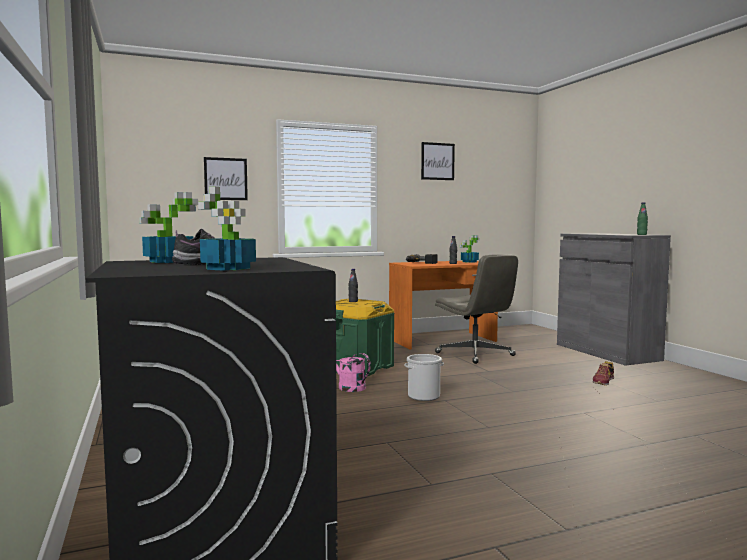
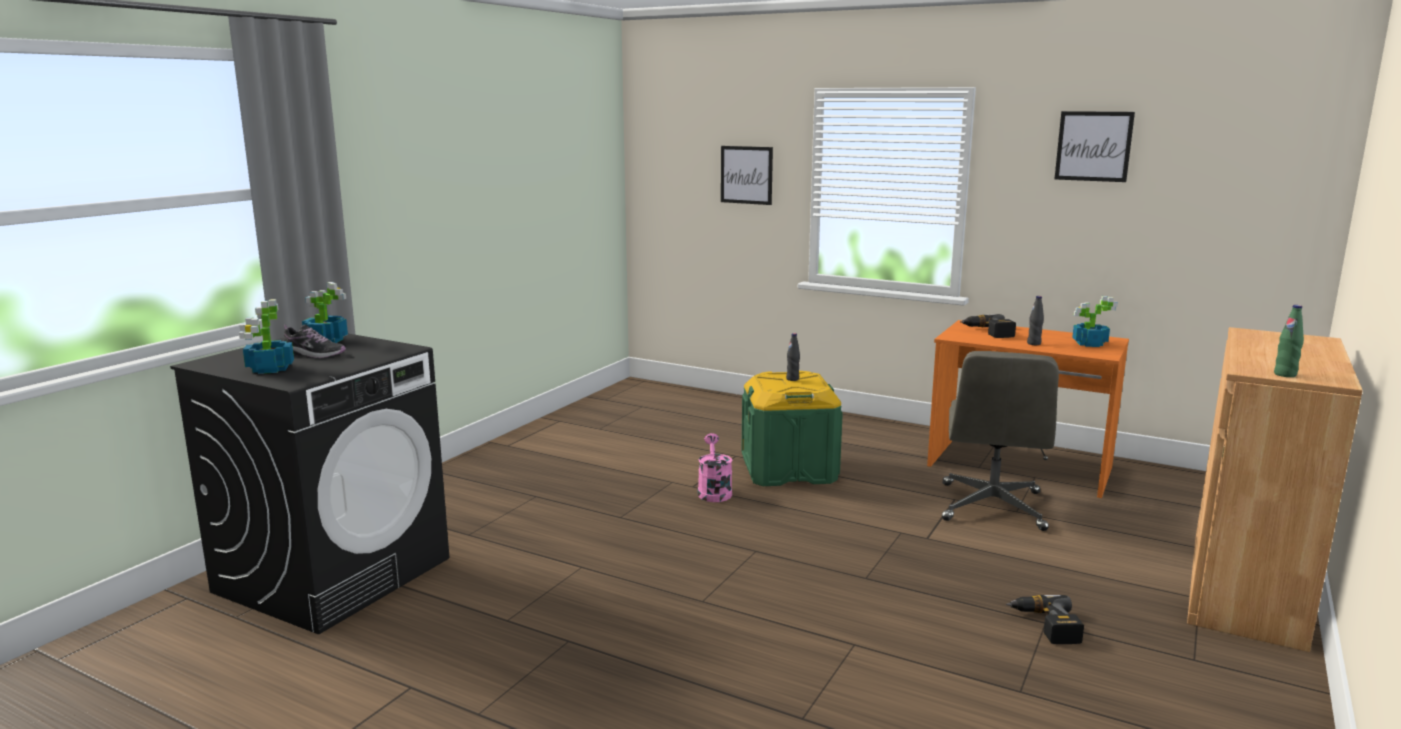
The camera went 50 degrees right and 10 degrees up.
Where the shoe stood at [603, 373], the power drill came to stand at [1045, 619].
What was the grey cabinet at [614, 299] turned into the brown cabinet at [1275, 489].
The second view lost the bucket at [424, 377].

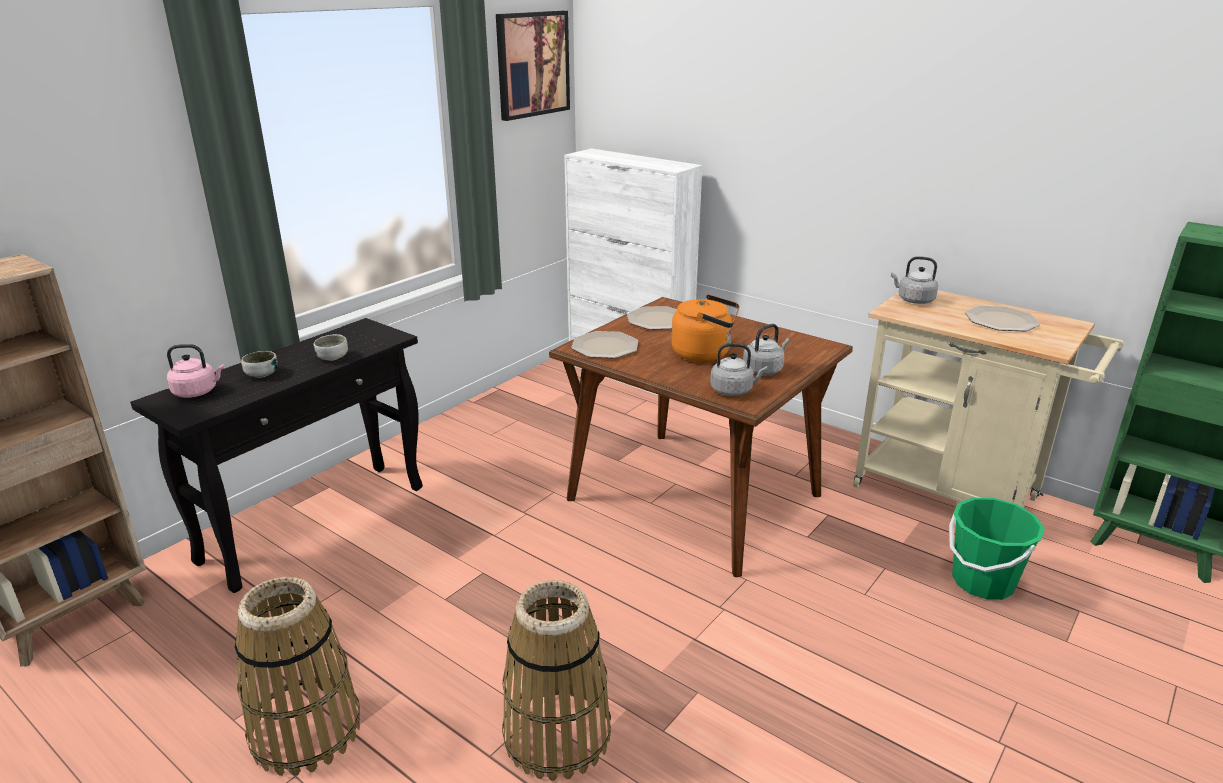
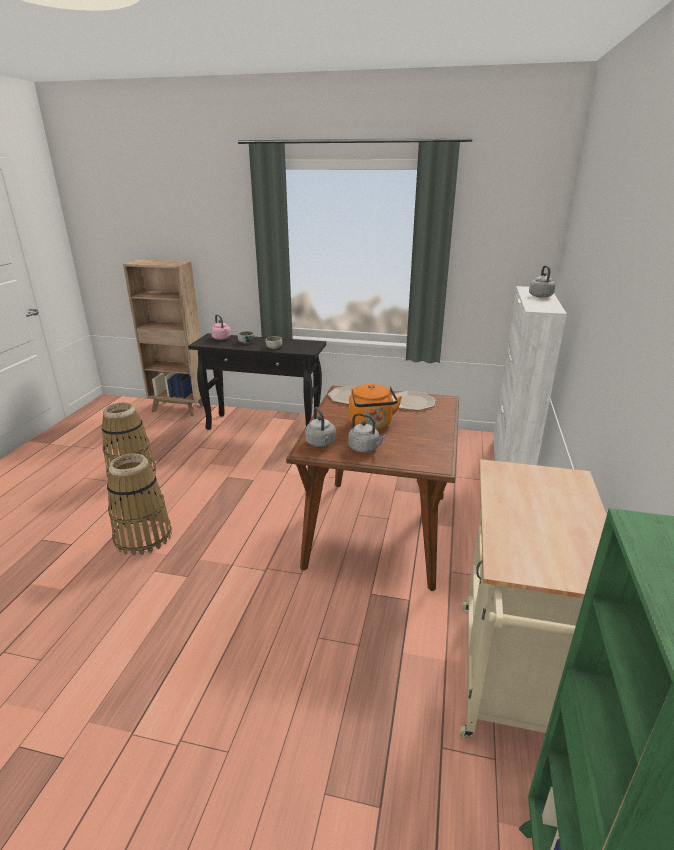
The camera went 65 degrees right and 0 degrees up.
The grey kettle ended up elsewhere, having gone from [914, 280] to [542, 281].
The second view lost the picture at [533, 66].
The second view lost the green bucket at [997, 549].
The second view lost the plate at [1002, 318].

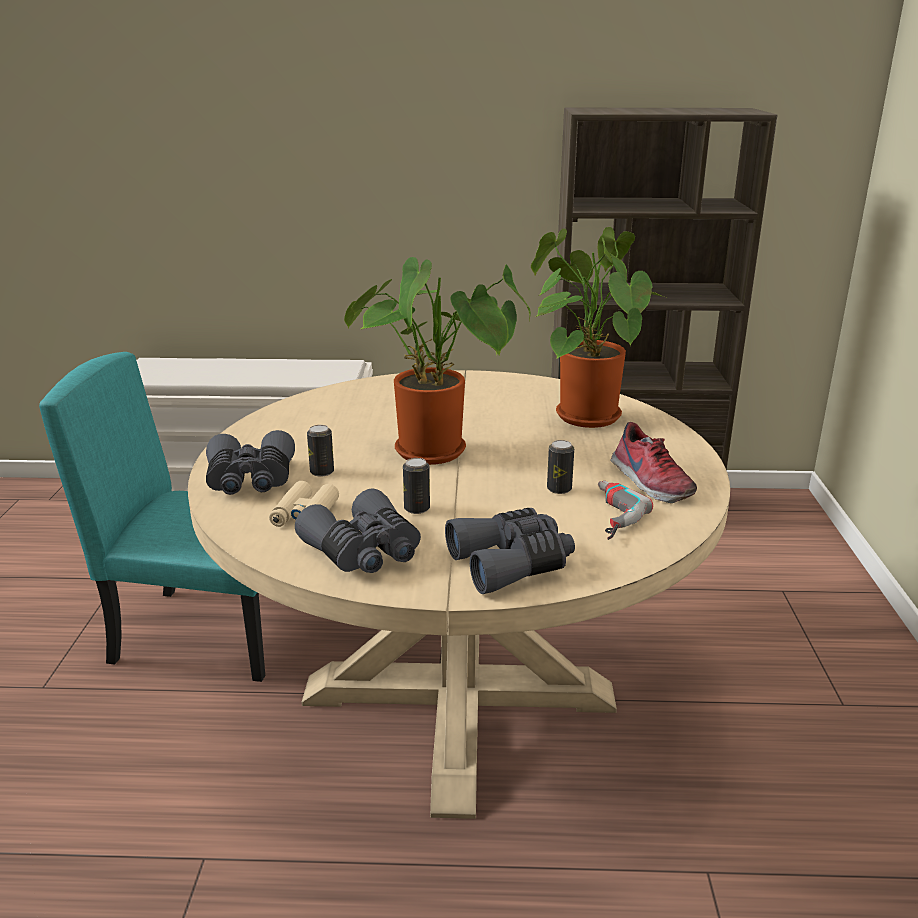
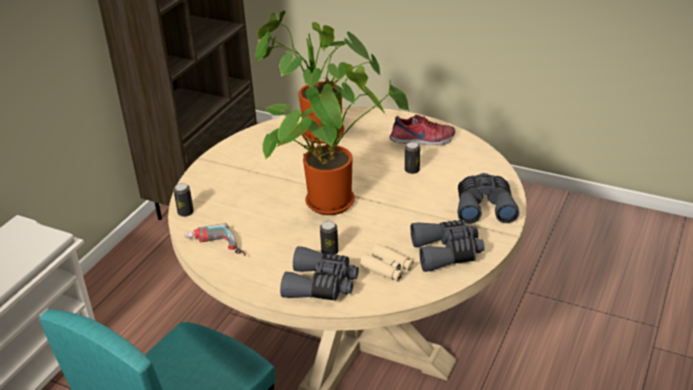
The camera went 65 degrees left and 10 degrees up.
The can ended up elsewhere, having gone from [416, 486] to [183, 200].
The power drill ended up elsewhere, having gone from [625, 510] to [215, 239].

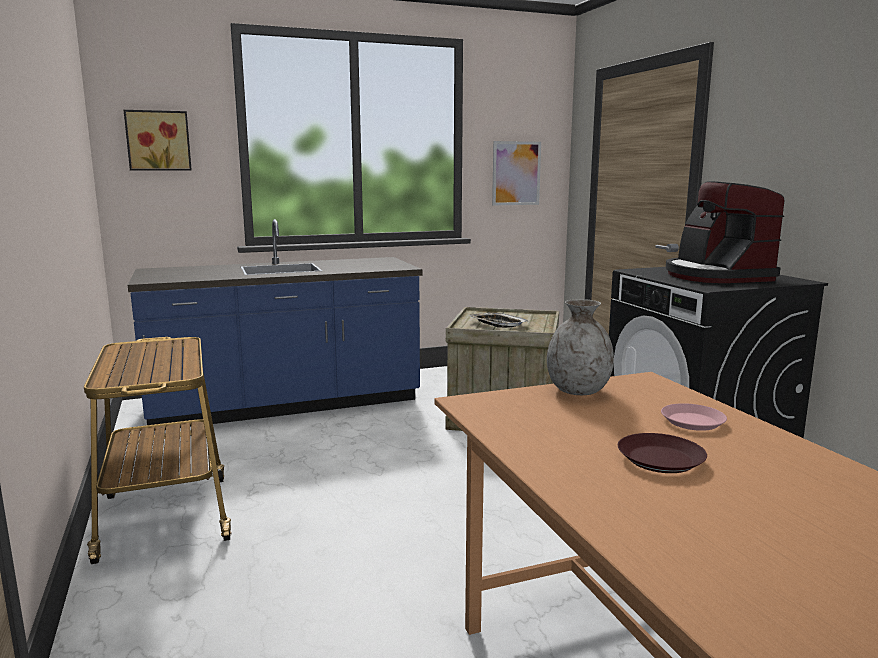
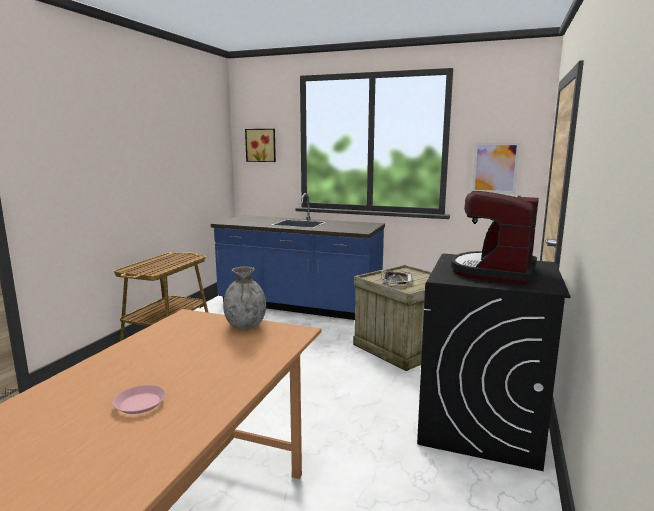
The camera went 40 degrees right and 0 degrees up.
The pink plate ended up elsewhere, having gone from [694, 417] to [139, 399].
The second view lost the brown plate at [662, 453].

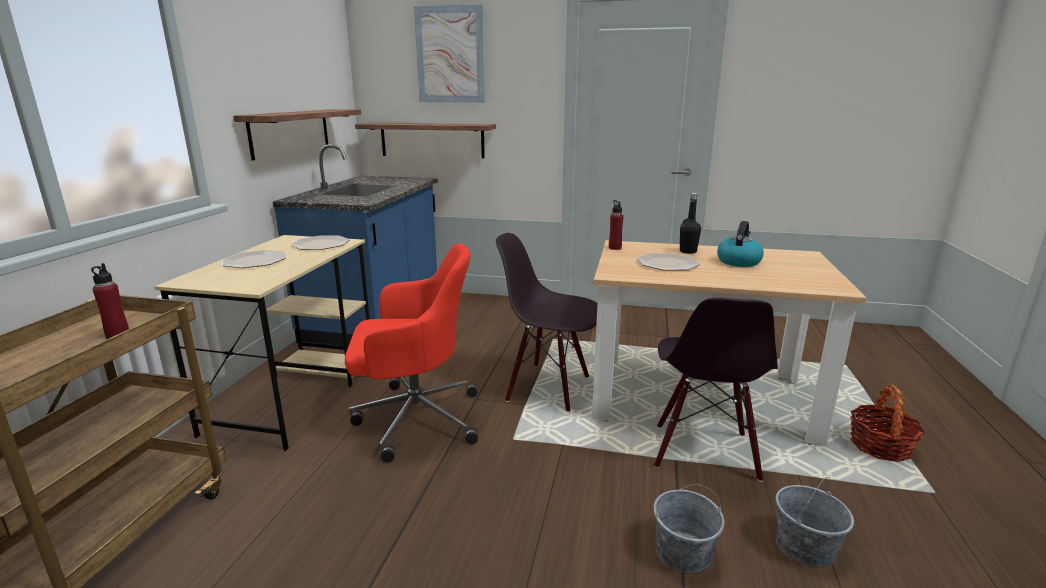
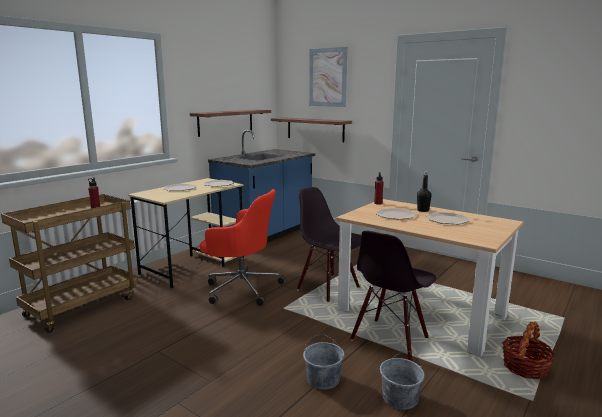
The camera went 25 degrees right and 5 degrees down.
Where the kettle stood at [740, 244], the plate came to stand at [448, 218].

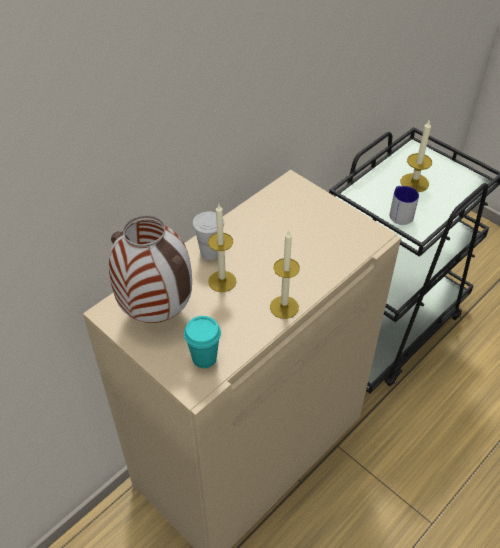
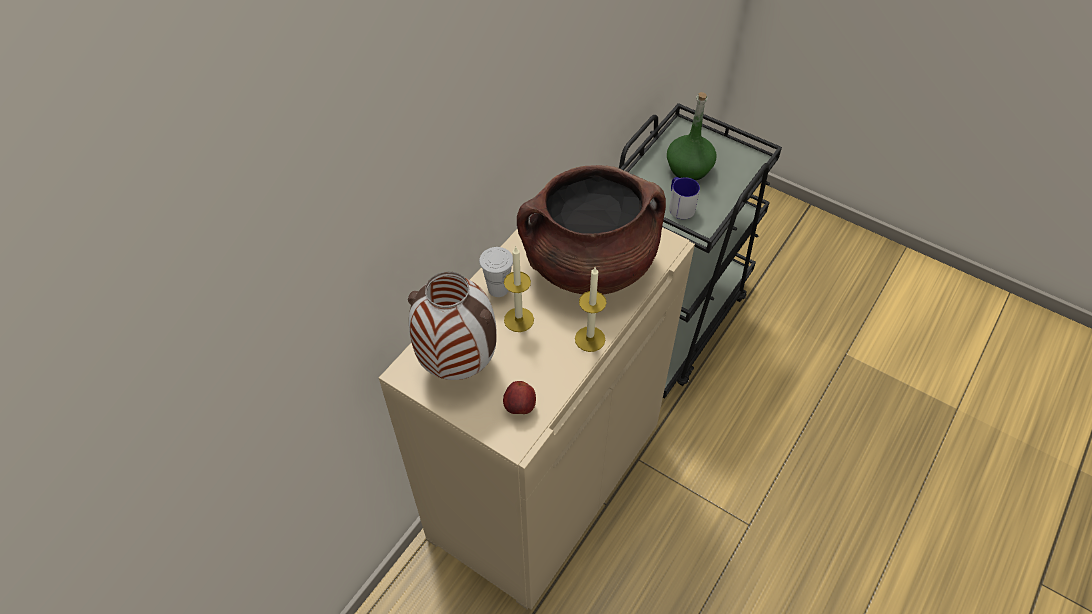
The camera went 10 degrees left and 5 degrees up.
Where the turquoise cup stood at [202, 342], the apple came to stand at [519, 397].
The second view gained the brown cooking pot at [591, 230].
Where the candle stood at [416, 155], the green bottle came to stand at [692, 136].

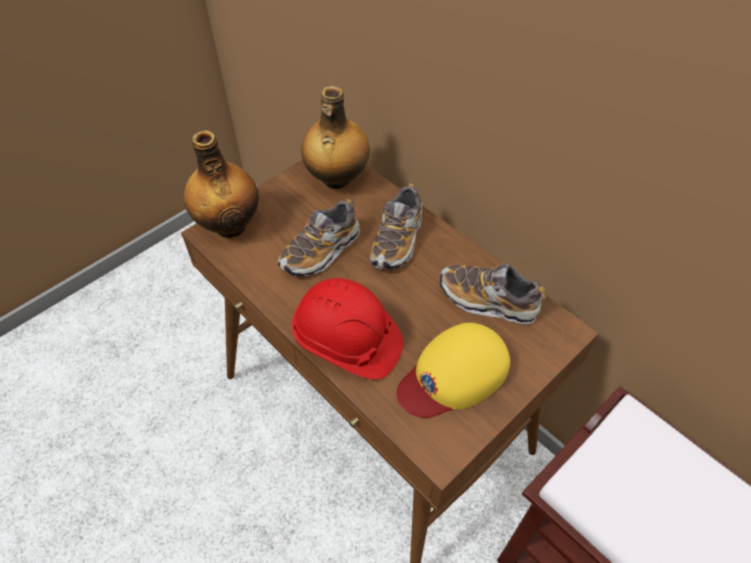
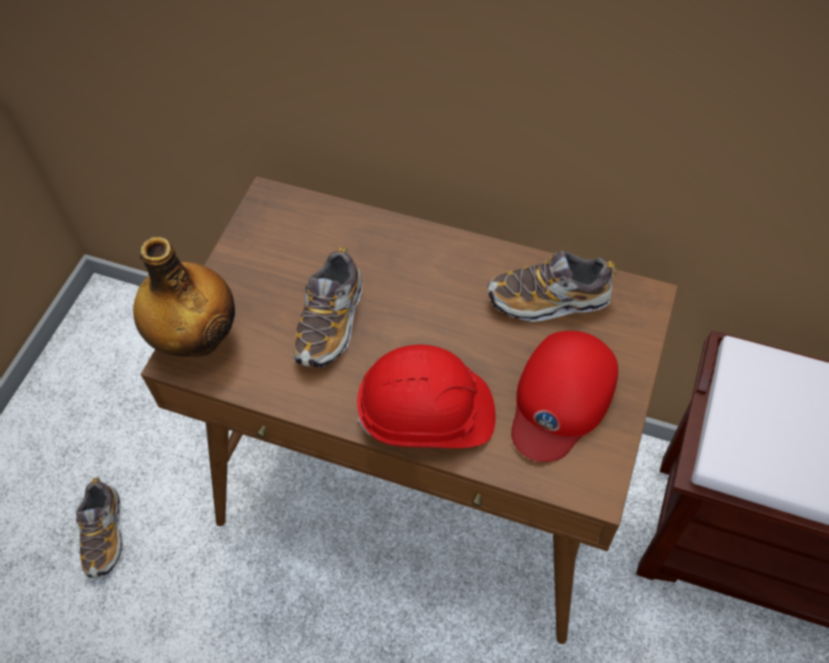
The camera went 25 degrees left and 5 degrees up.
The shoe ended up elsewhere, having gone from [396, 226] to [99, 528].
What was the yellow cap at [453, 370] turned into the red cap at [564, 396].
The second view lost the bottle at [335, 137].

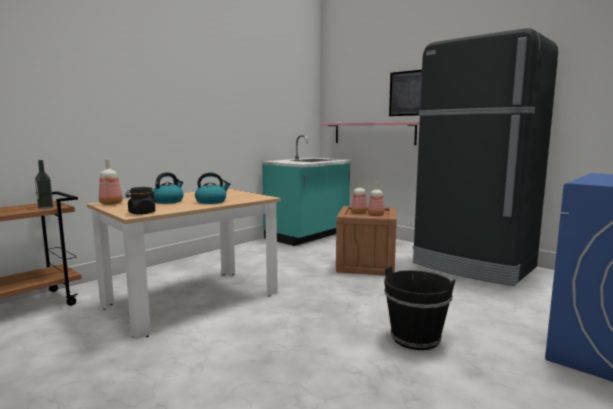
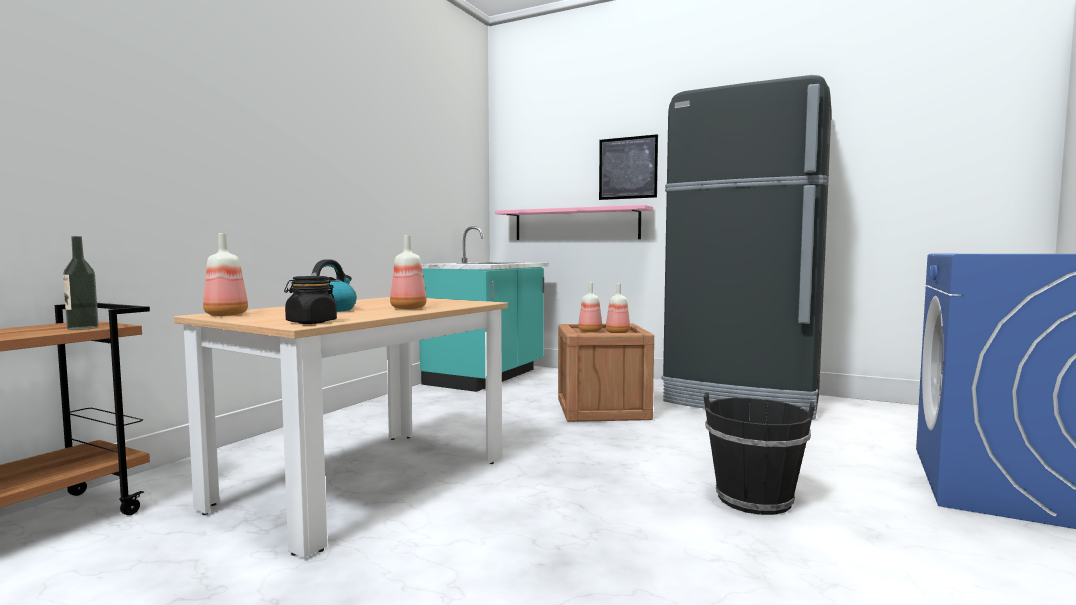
The camera went 15 degrees left and 5 degrees down.
Where the kettle stood at [213, 188], the bottle came to stand at [408, 272].

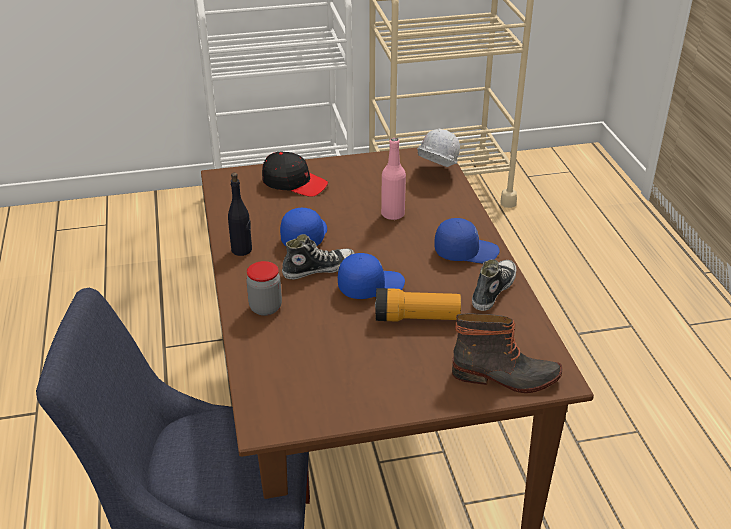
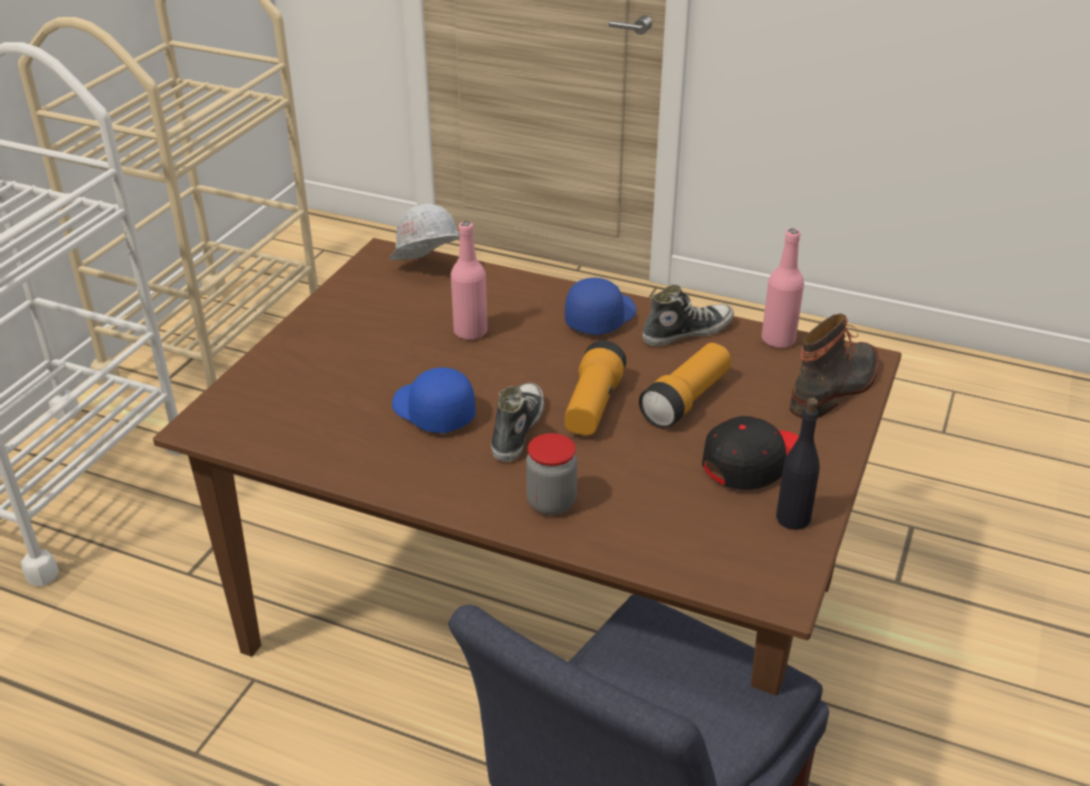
The camera went 55 degrees left and 0 degrees up.
Where the blue cap stood at [371, 276], the flashlight came to stand at [595, 387].
The shoe at [494, 285] ended up facing another way, 90 degrees clockwise from before.
The black cap ended up elsewhere, having gone from [295, 174] to [750, 453].
The second view gained the pink bottle at [782, 288].
The black bottle ended up elsewhere, having gone from [240, 214] to [798, 464].

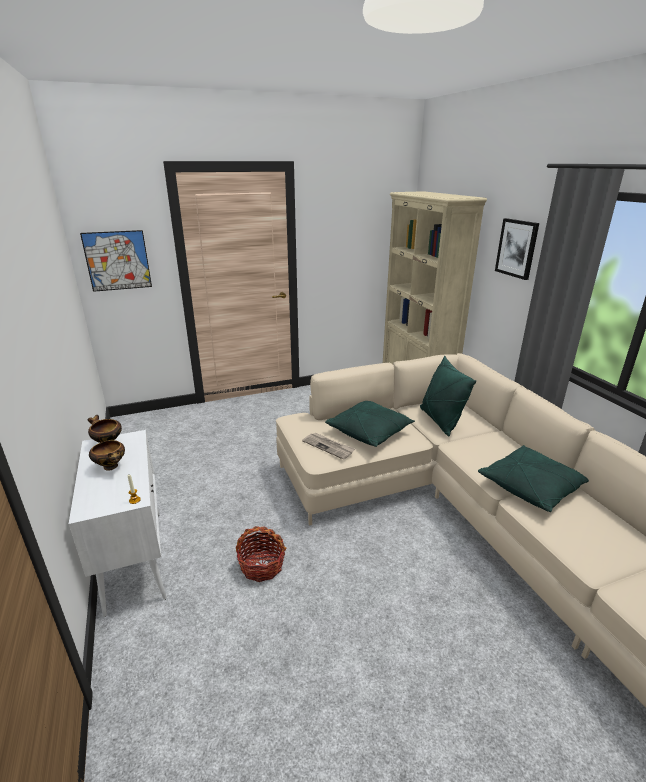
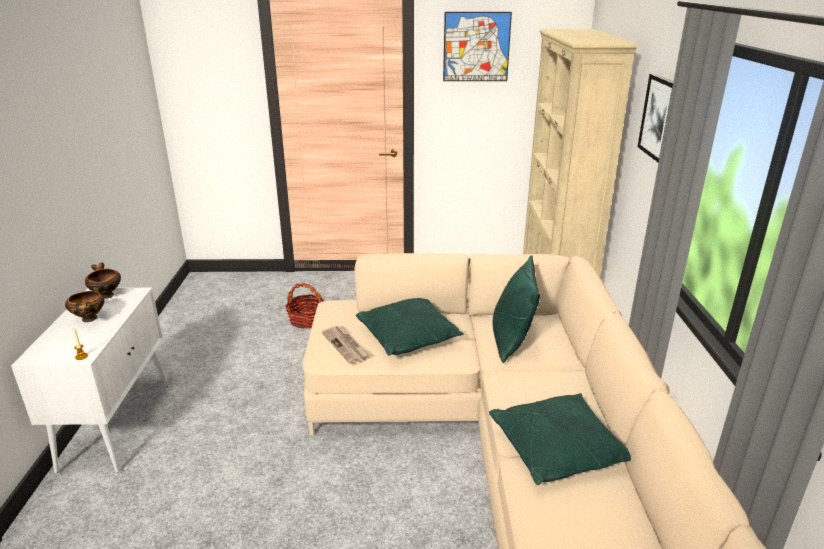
The camera went 20 degrees right and 0 degrees up.
The basket ended up elsewhere, having gone from [261, 554] to [305, 305].
The picture ended up elsewhere, having gone from [116, 261] to [477, 46].

